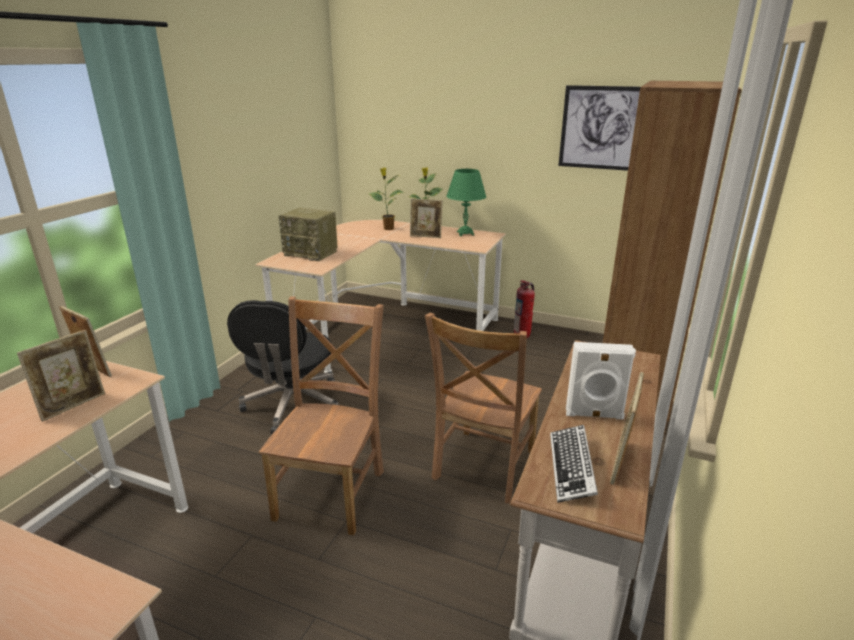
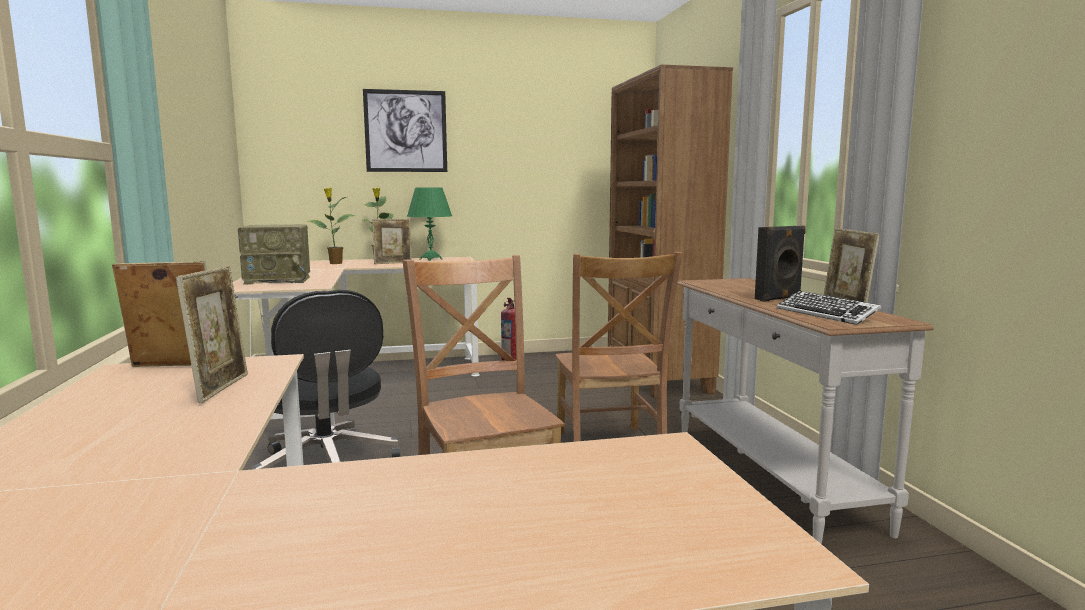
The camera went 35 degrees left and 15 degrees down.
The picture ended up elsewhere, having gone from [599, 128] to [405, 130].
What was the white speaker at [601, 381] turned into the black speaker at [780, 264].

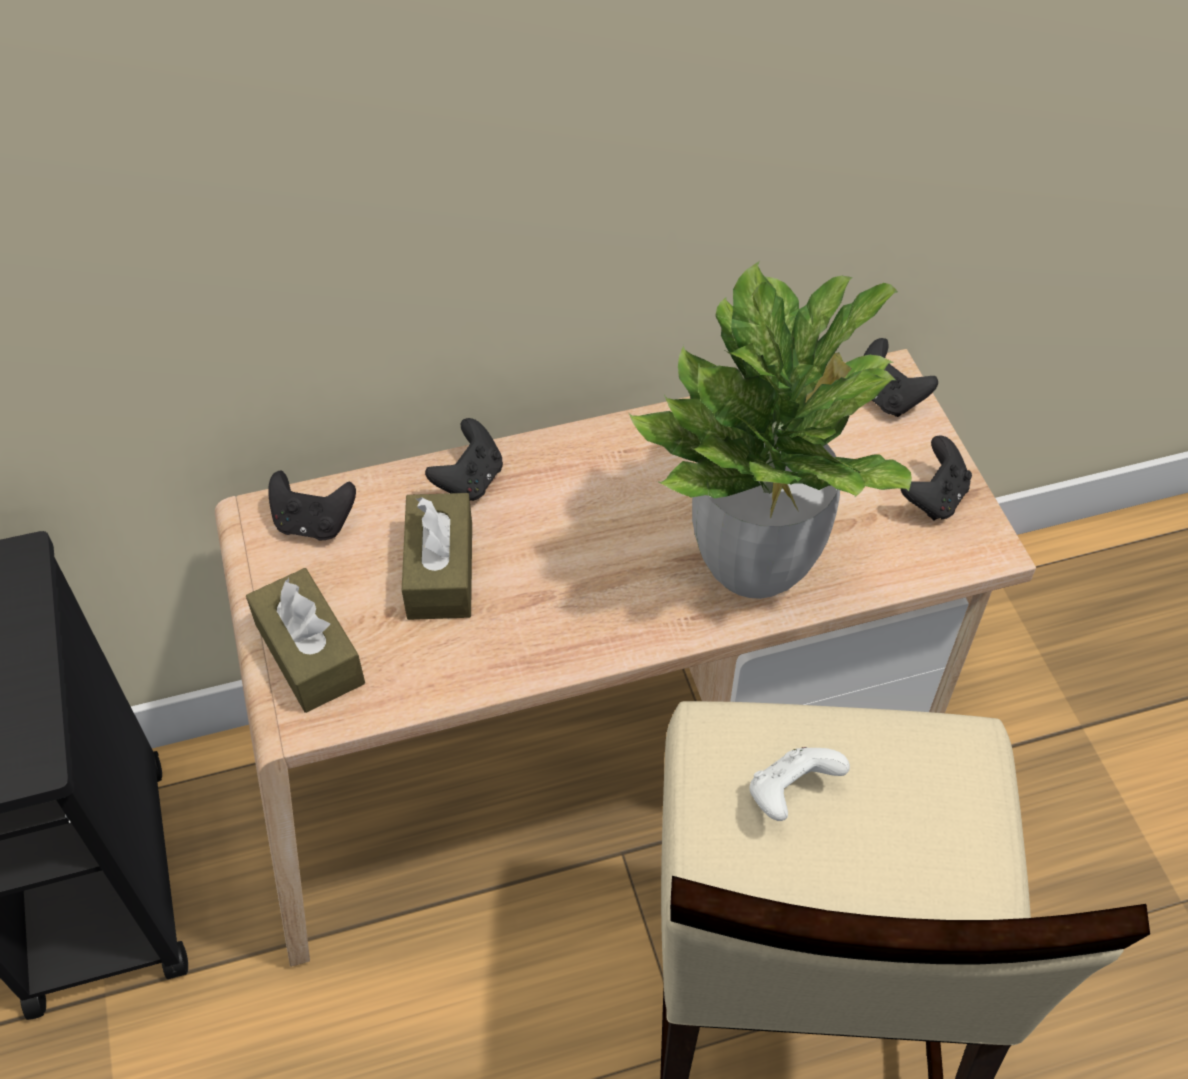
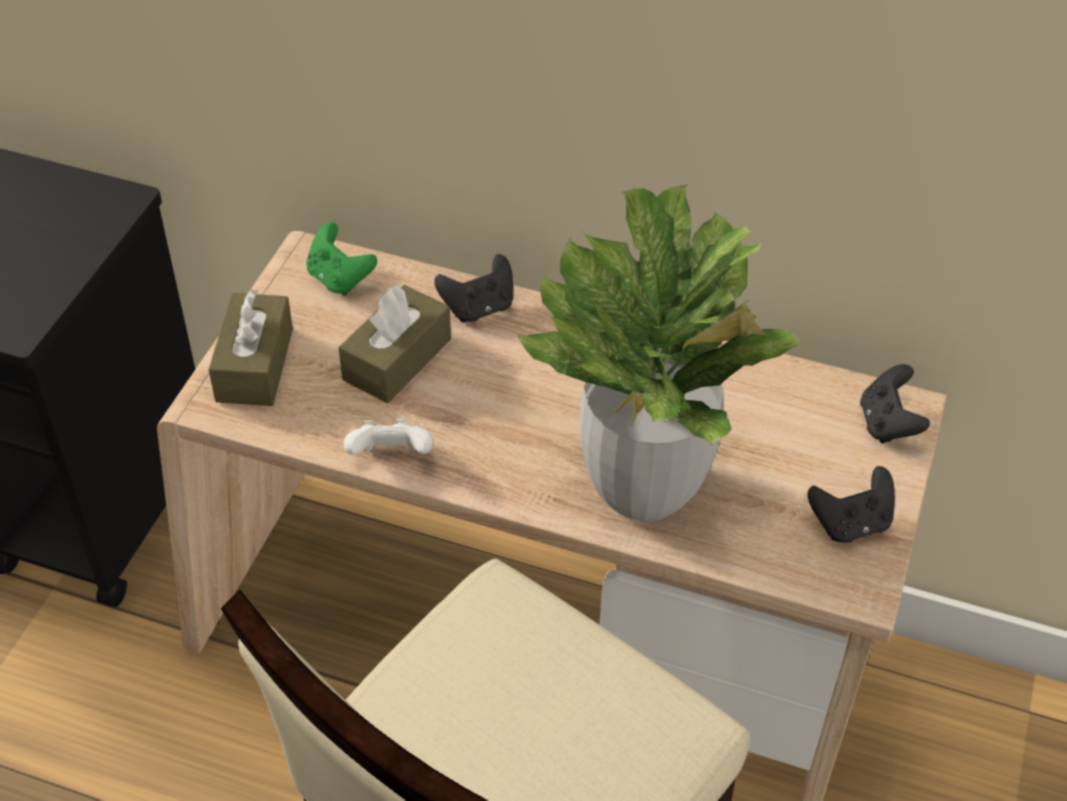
The camera went 35 degrees right and 5 degrees down.
What was the black game controller at [312, 505] turned into the green game controller at [341, 259].
The white game controller ended up elsewhere, having gone from [799, 784] to [388, 437].

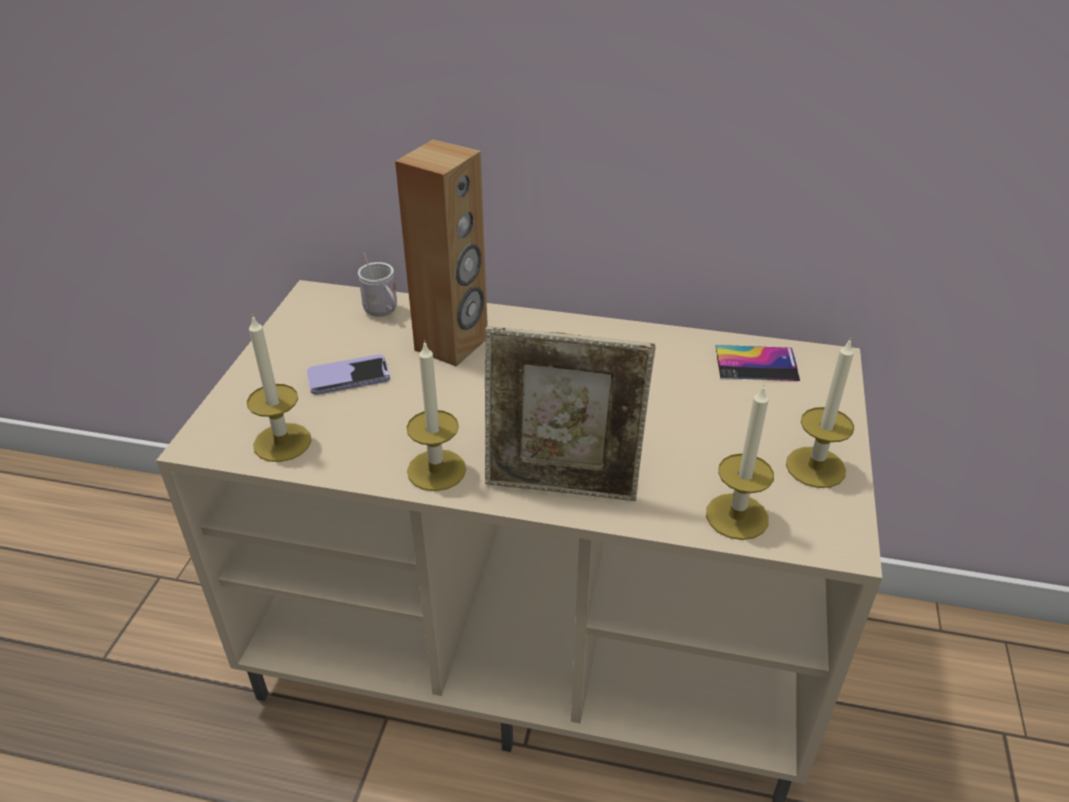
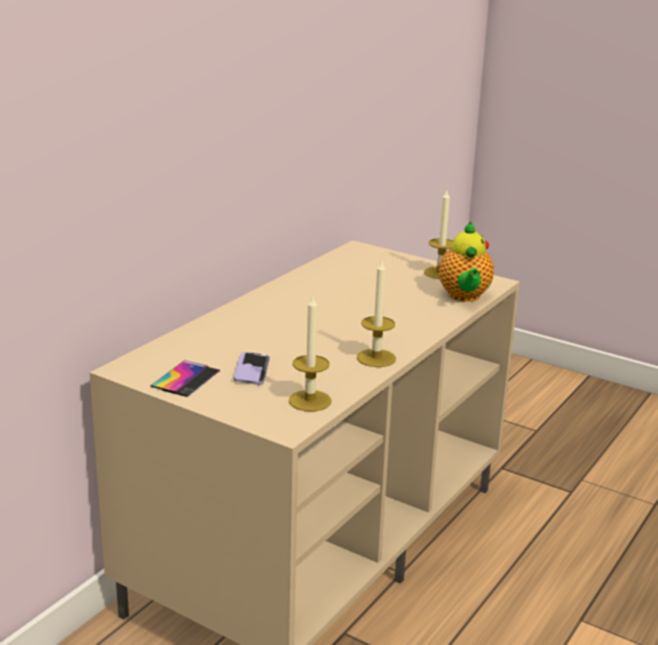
The camera went 70 degrees left and 15 degrees down.
The phone ended up elsewhere, having gone from [758, 363] to [185, 378].
Where the candle stood at [740, 462], the teapot came to stand at [466, 261].
The second view lost the white mug at [377, 284].
The second view lost the brown speaker at [441, 253].
The second view lost the picture frame at [570, 413].

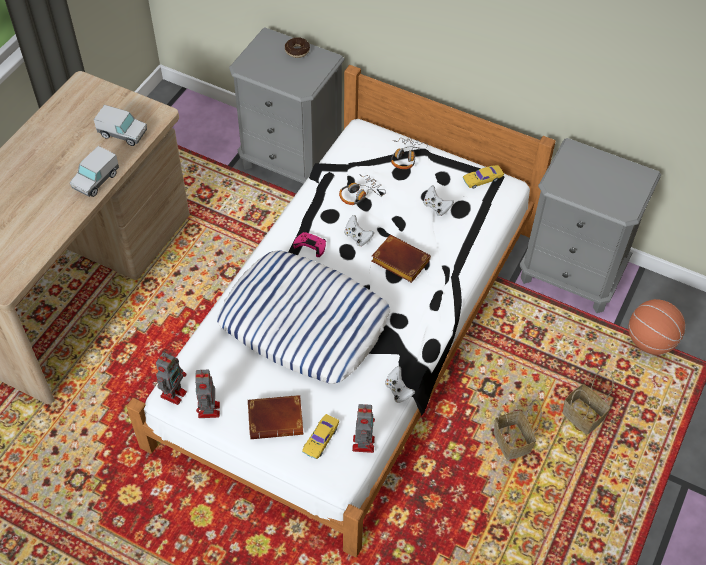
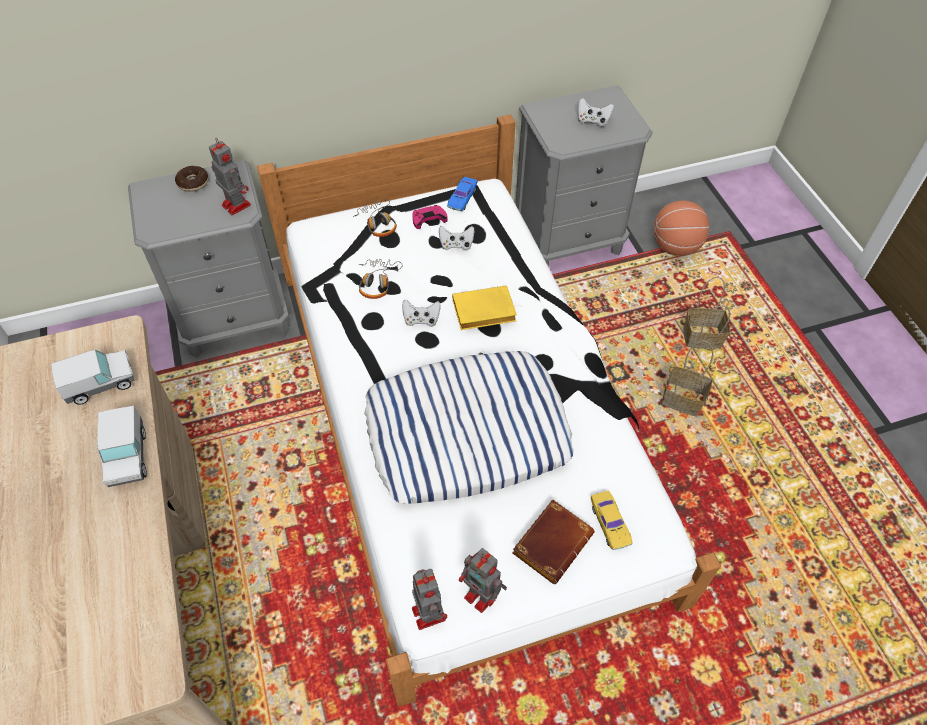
The camera went 45 degrees left and 0 degrees up.
The toy robot ended up elsewhere, having gone from [363, 428] to [230, 176].
The pink game controller ended up elsewhere, having gone from [309, 244] to [430, 217].
What was the yellow toy car at [483, 177] turned into the blue toy car at [462, 194].
What was the brown book at [401, 259] turned into the yellow book at [484, 308].
The white game controller ended up elsewhere, having gone from [400, 384] to [596, 112].

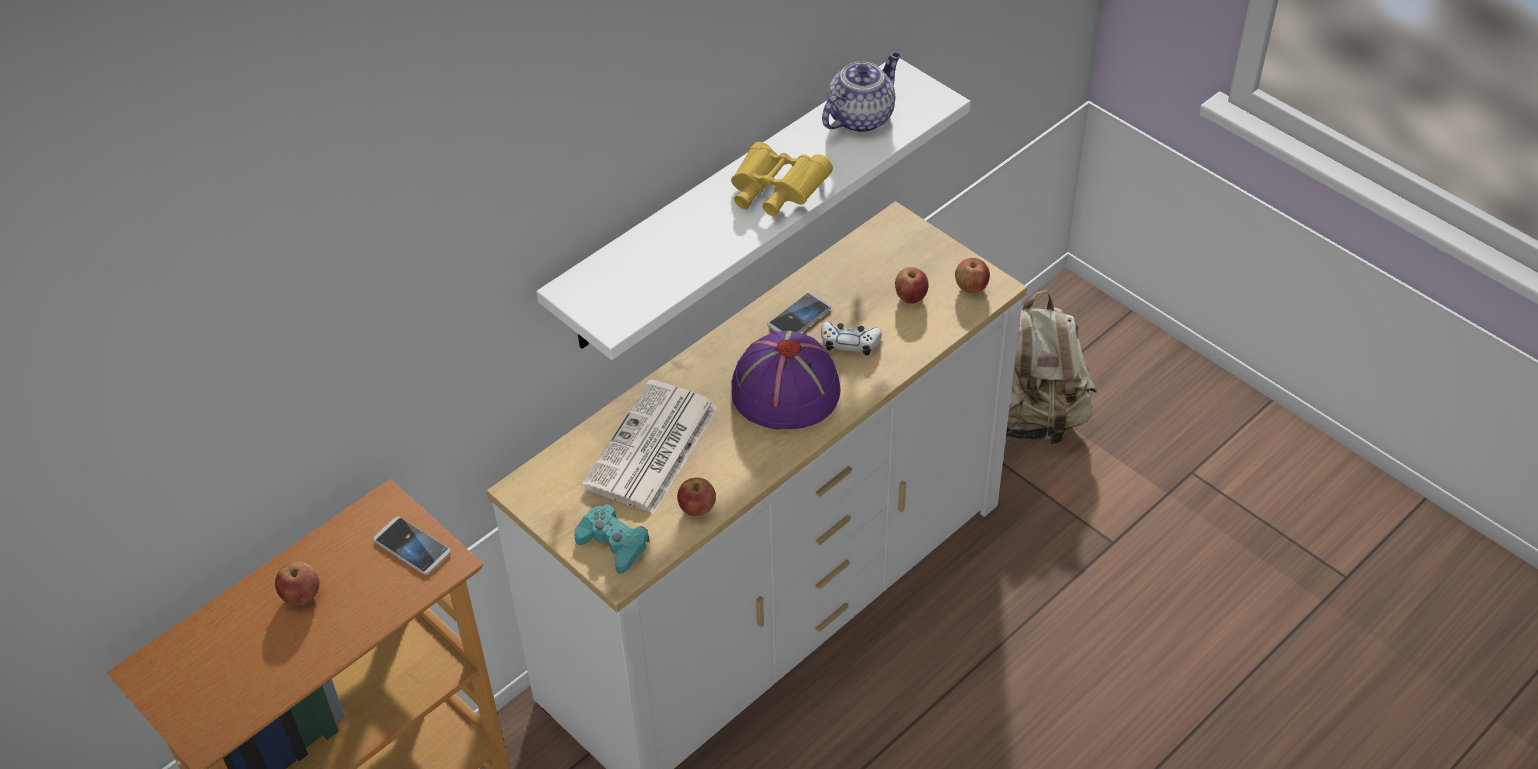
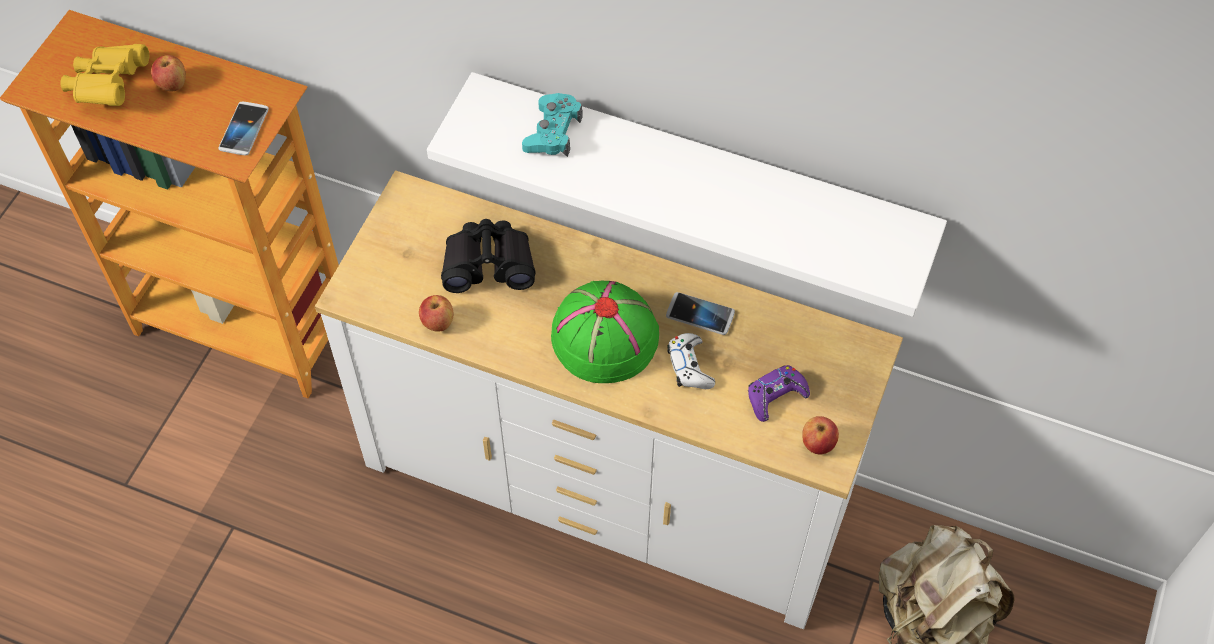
The camera went 65 degrees right and 10 degrees up.
The yellow binoculars ended up elsewhere, having gone from [782, 179] to [105, 75].
Where the newspaper stood at [650, 447], the black binoculars came to stand at [488, 256].
The turquoise game controller ended up elsewhere, having gone from [611, 539] to [552, 125].
What was the purple hat at [785, 380] turned into the green hat at [605, 332].
Where the apple stood at [912, 285], the purple game controller came to stand at [779, 393].
The second view lost the teapot at [861, 93].

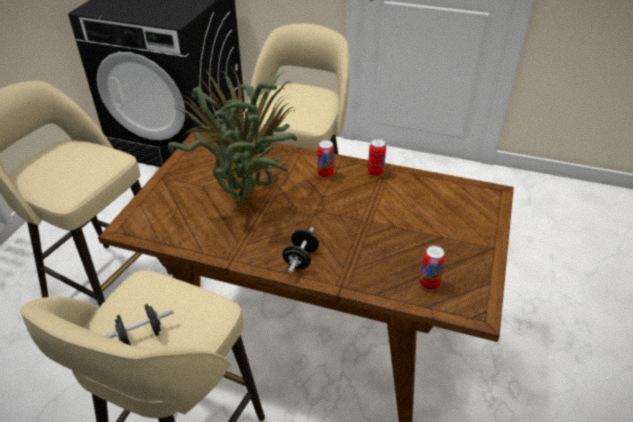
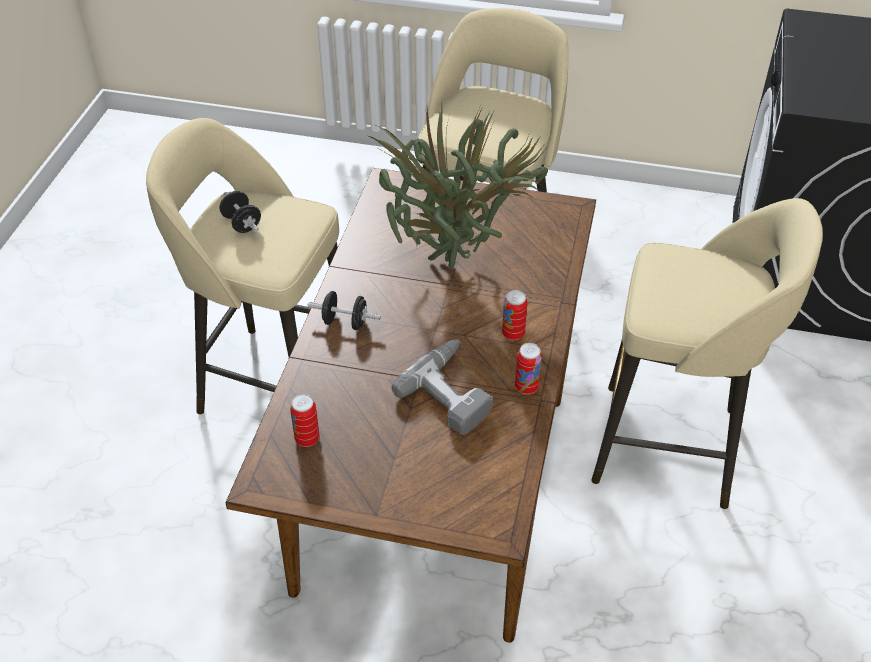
The camera went 85 degrees right and 5 degrees up.
The second view gained the power drill at [442, 387].

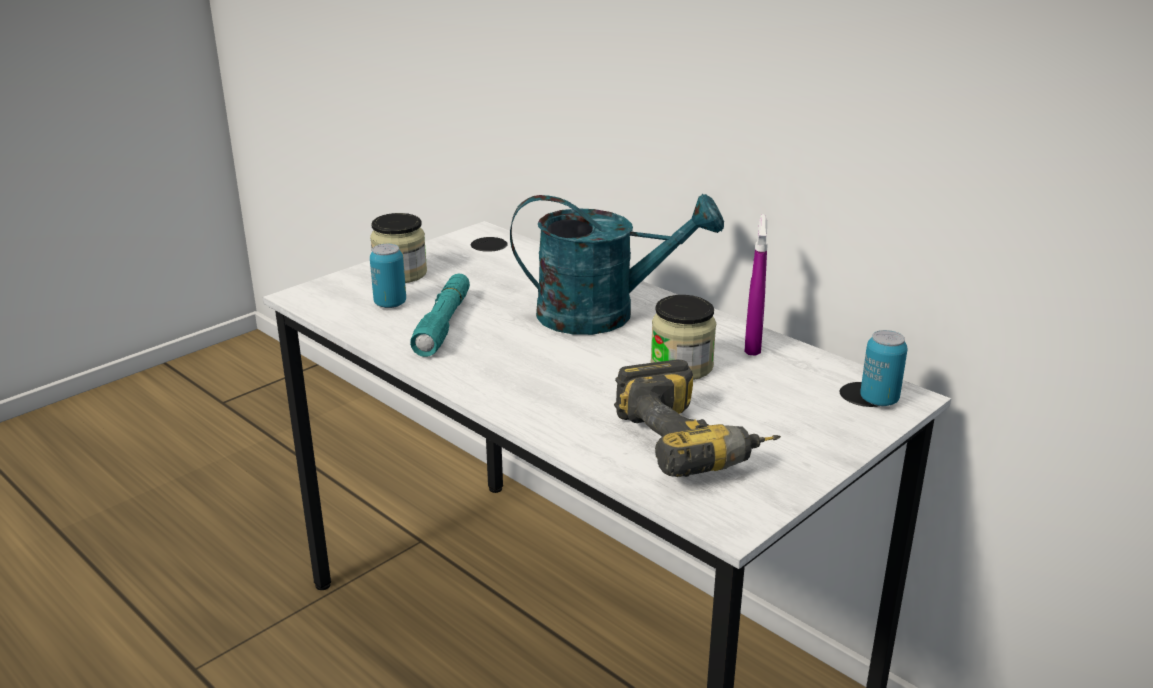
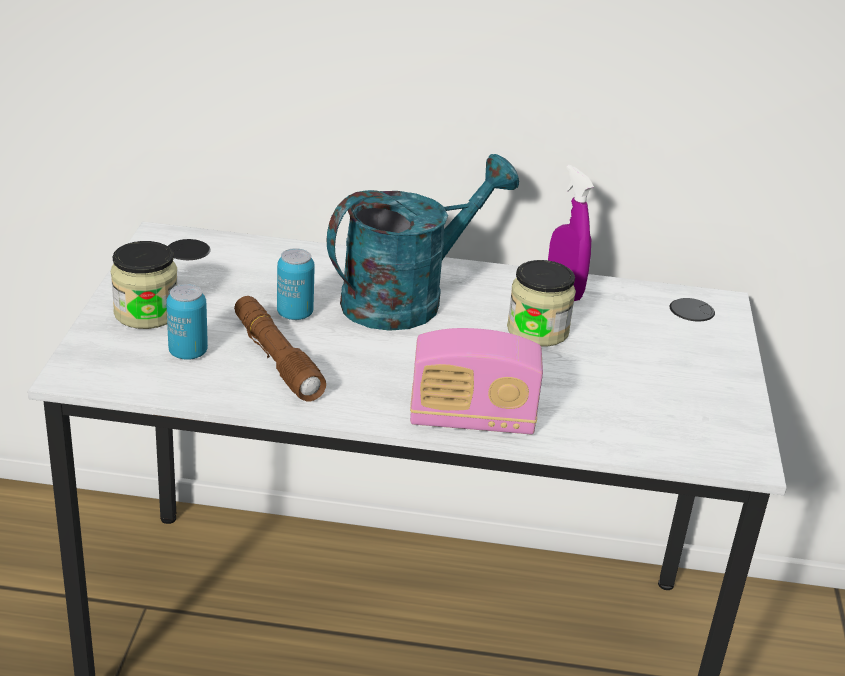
The camera went 40 degrees left and 5 degrees up.
What was the turquoise flashlight at [440, 315] turned into the brown flashlight at [280, 348].
The can ended up elsewhere, having gone from [884, 368] to [296, 284].
The second view gained the radio at [476, 381].
The second view lost the power drill at [697, 418].

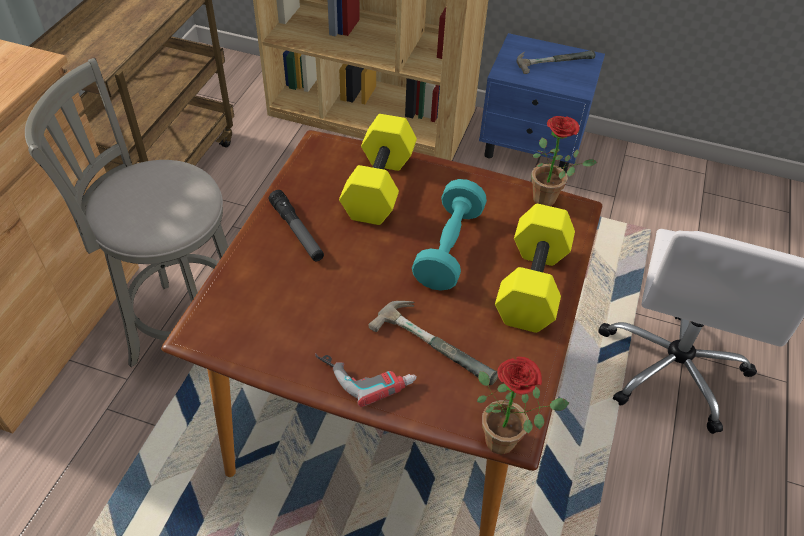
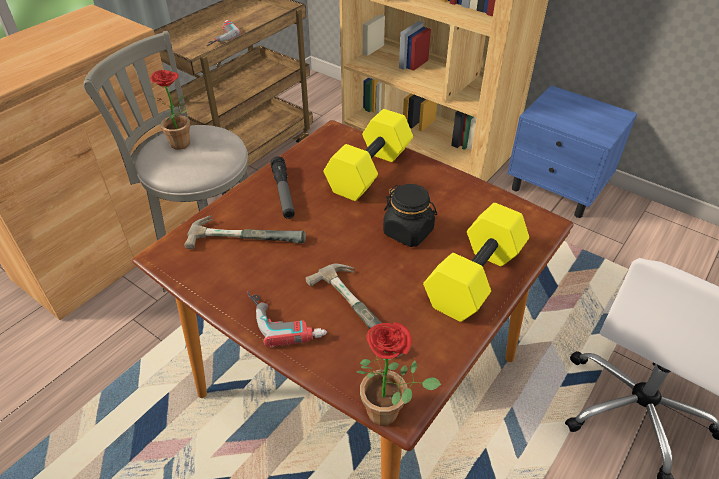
The camera went 20 degrees right and 5 degrees down.
The potted plant ended up elsewhere, having gone from [564, 161] to [169, 110].
The hammer ended up elsewhere, having gone from [556, 62] to [245, 232].
The second view gained the power drill at [223, 33].
Where the turquoise dumbbell stood at [449, 235], the black jar came to stand at [410, 215].

